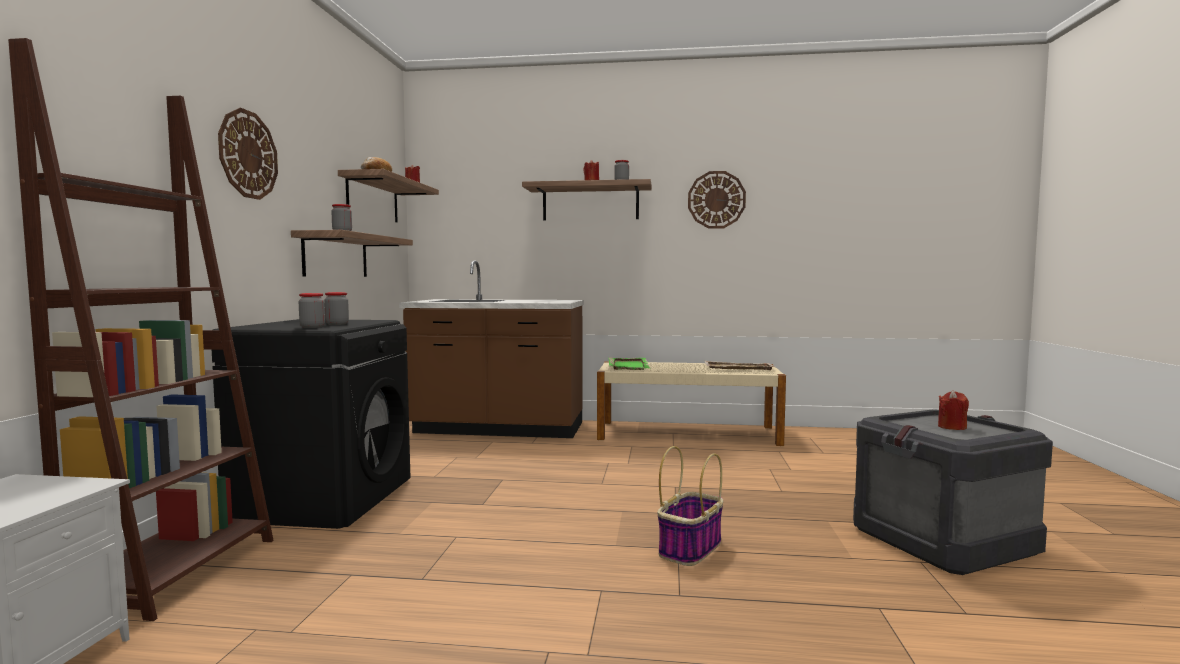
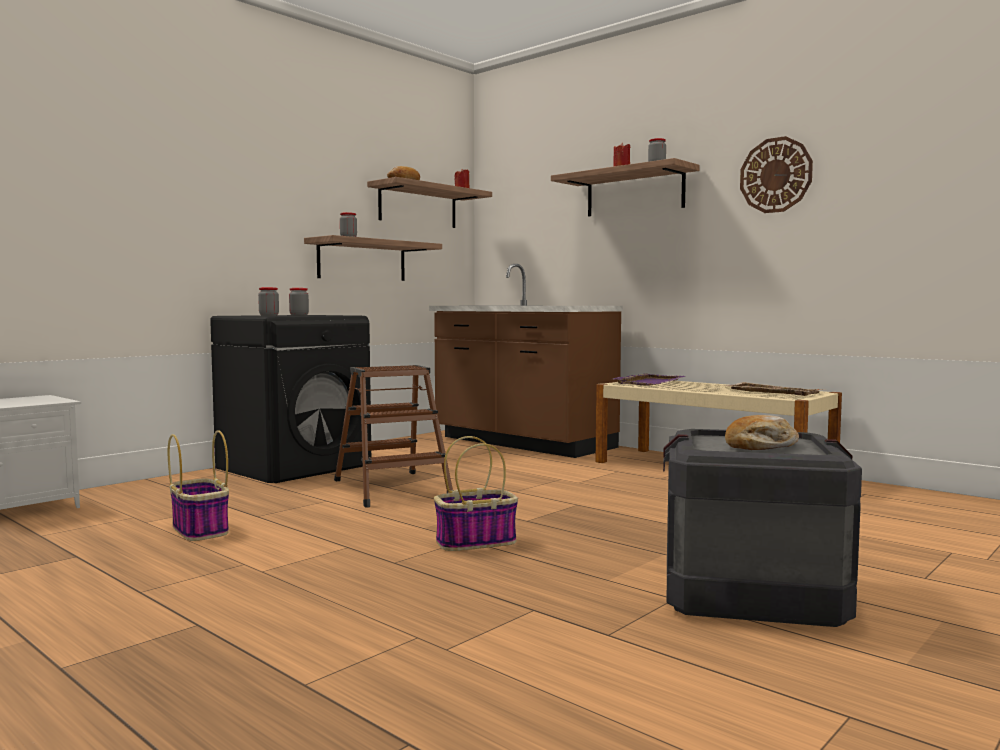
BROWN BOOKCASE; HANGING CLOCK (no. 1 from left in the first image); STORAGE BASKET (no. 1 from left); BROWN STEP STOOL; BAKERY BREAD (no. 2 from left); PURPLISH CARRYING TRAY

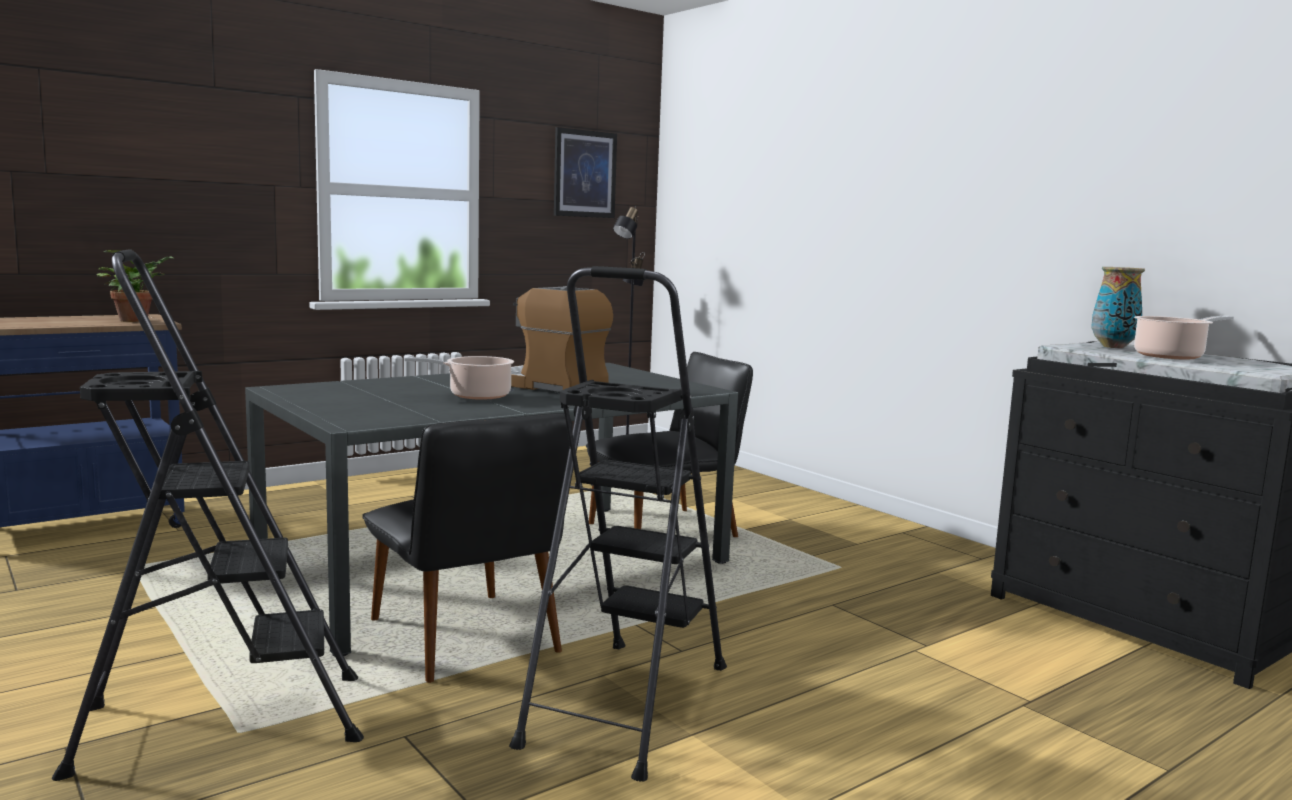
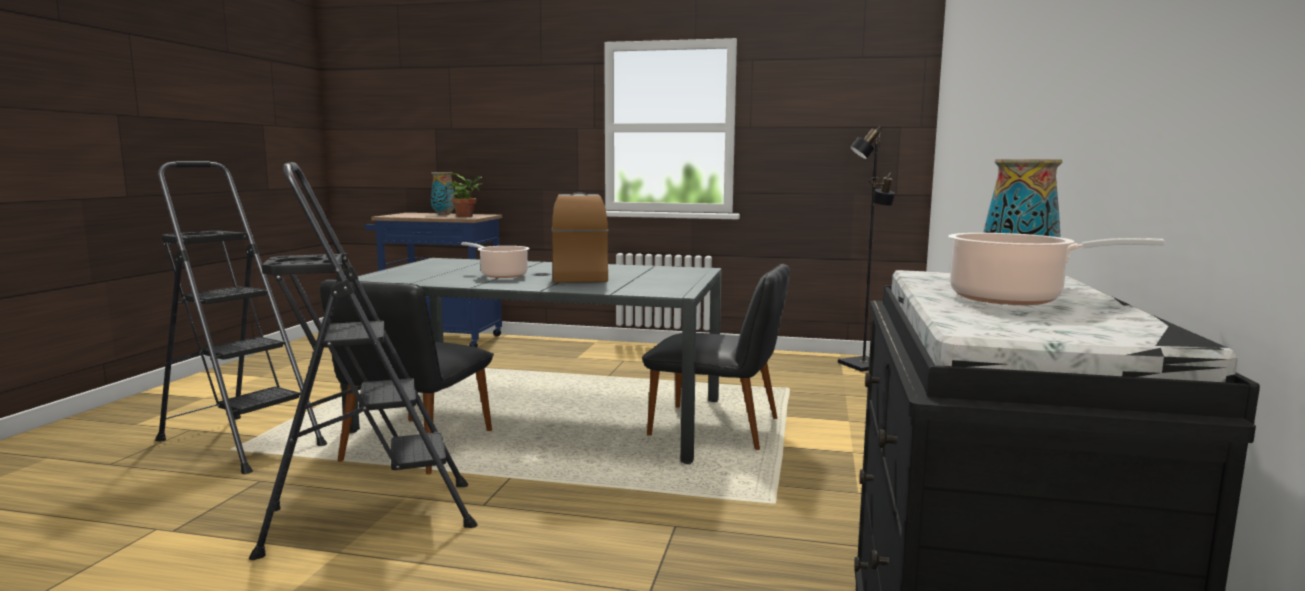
WALL ART; FLOWER VASE (no. 1 from left)

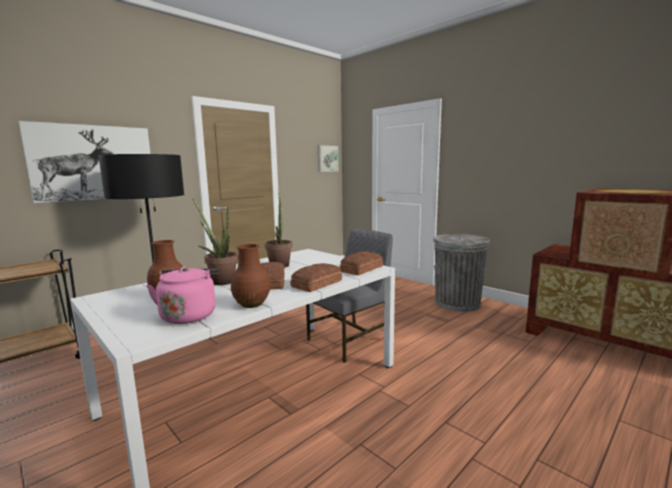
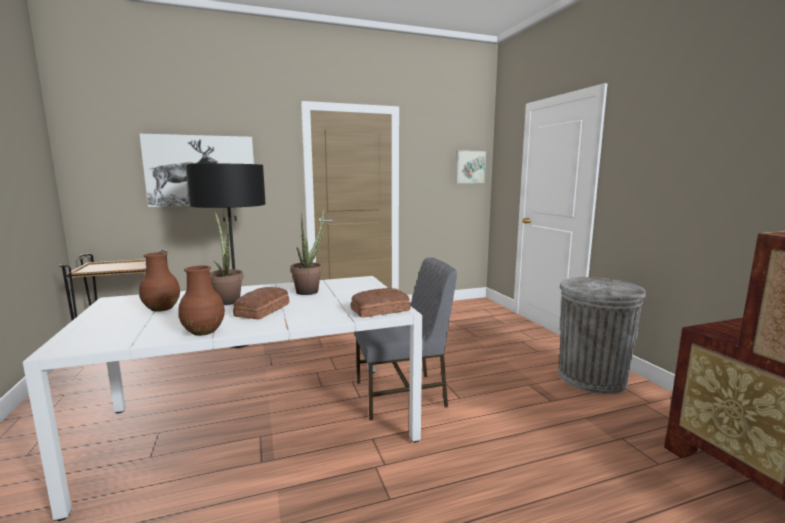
PINK-COLOURED WATER KETTLE; BAKERY BREAD (no. 2 from left in the first image)

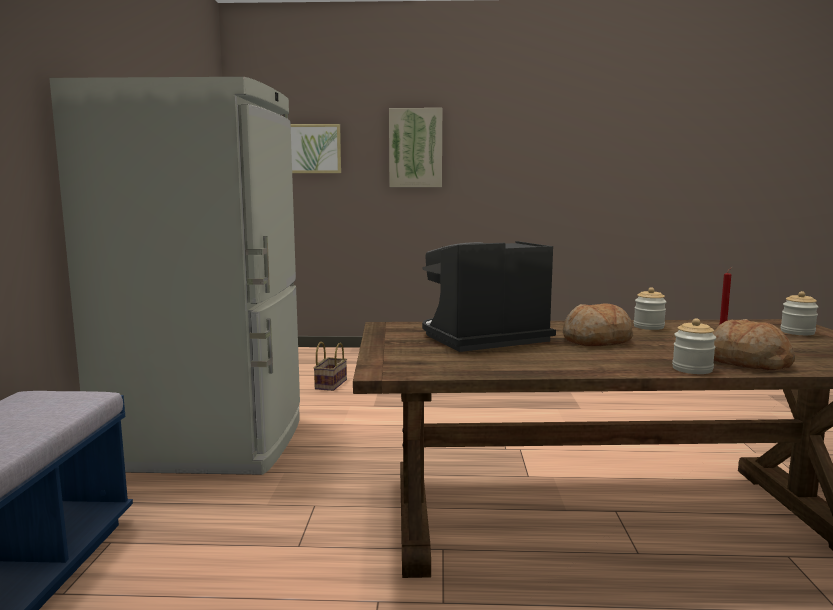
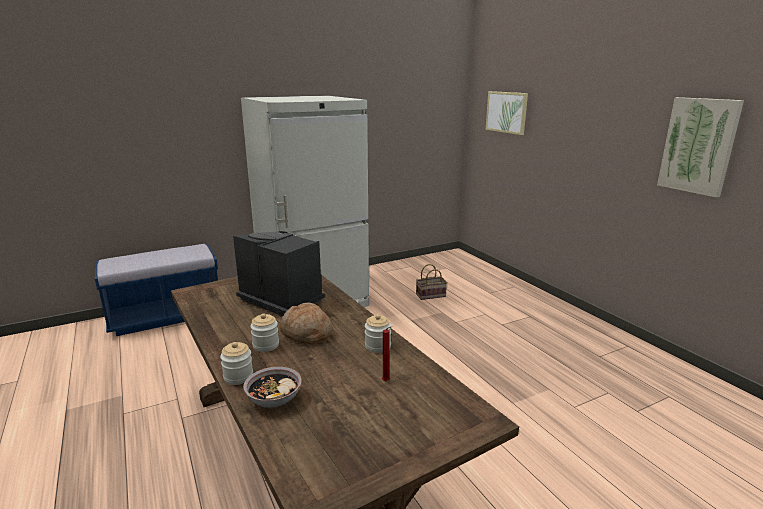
WALL ART (no. 2 from left); STORAGE JAR (no. 2 from left); DEEP DISH

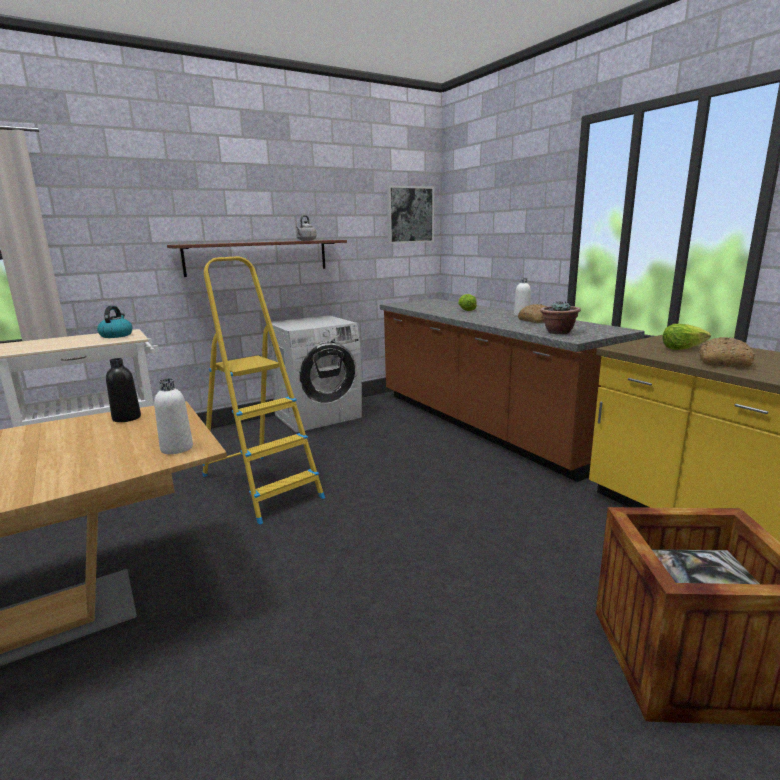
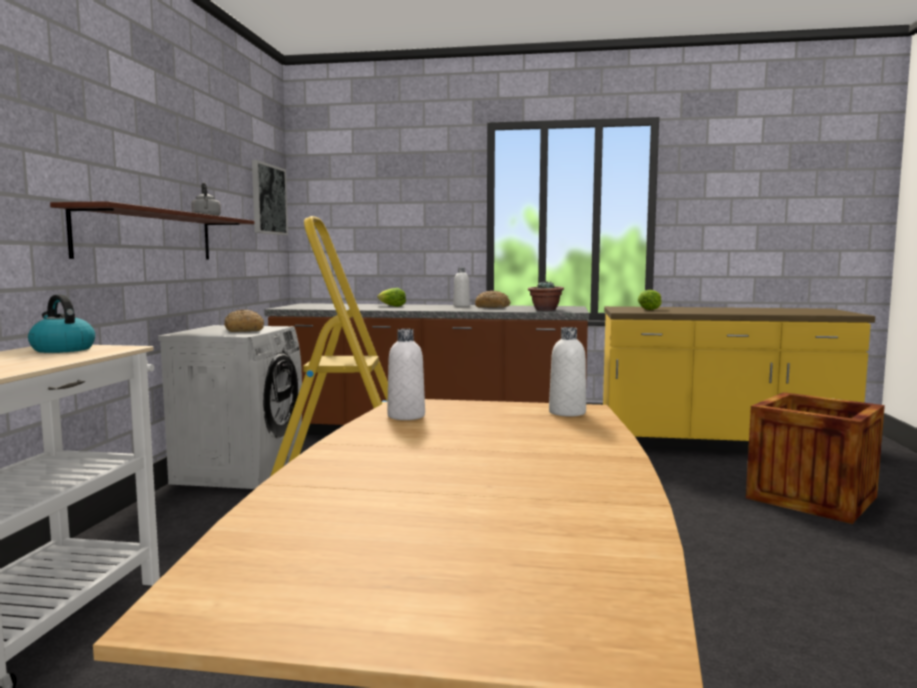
BAKERY BREAD (no. 1 from left); WHITISH BEVERAGE BOTTLE (no. 1 from left)

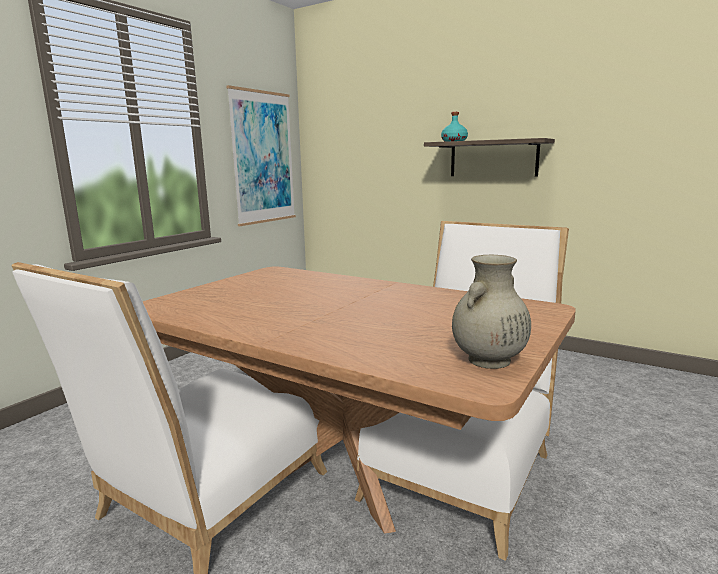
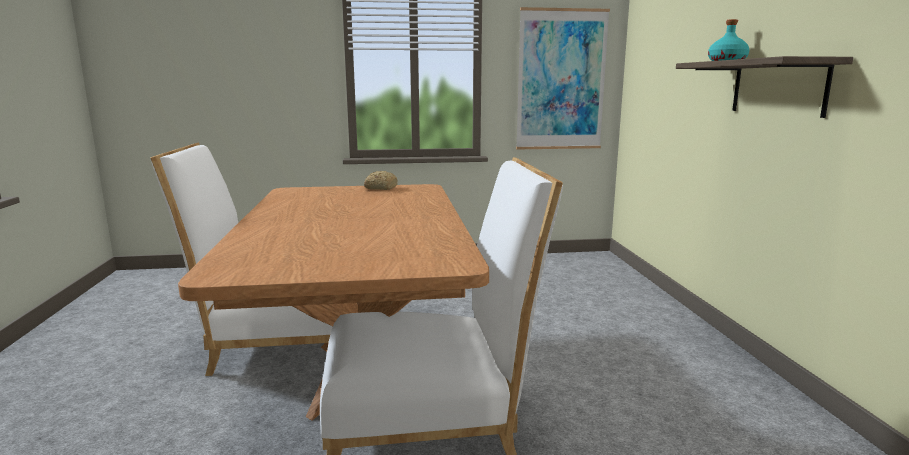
BEIGE FLOWER VASE; BAKERY BREAD

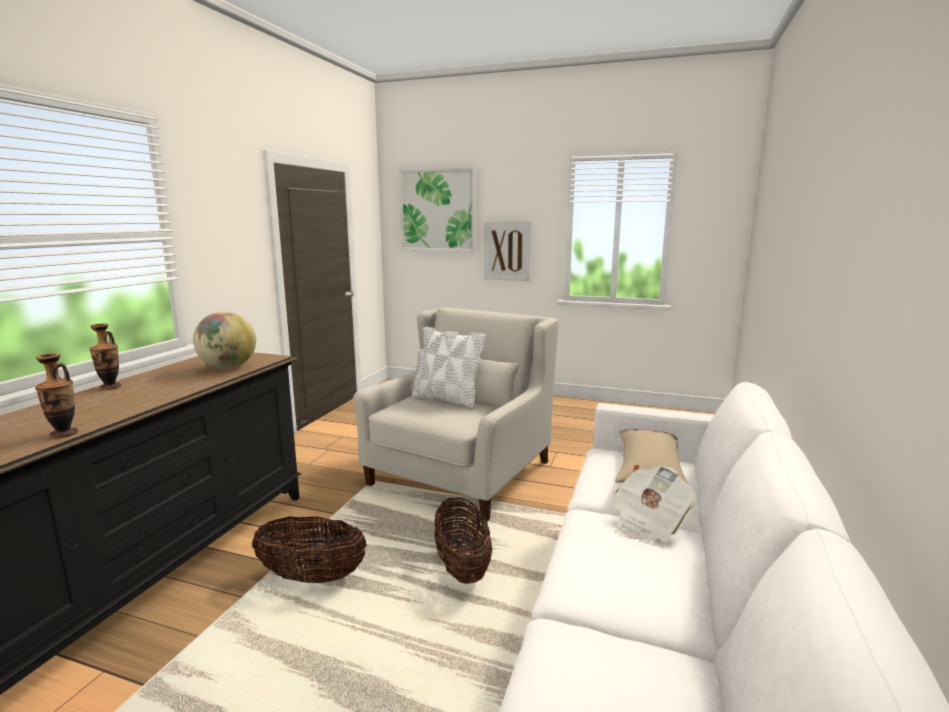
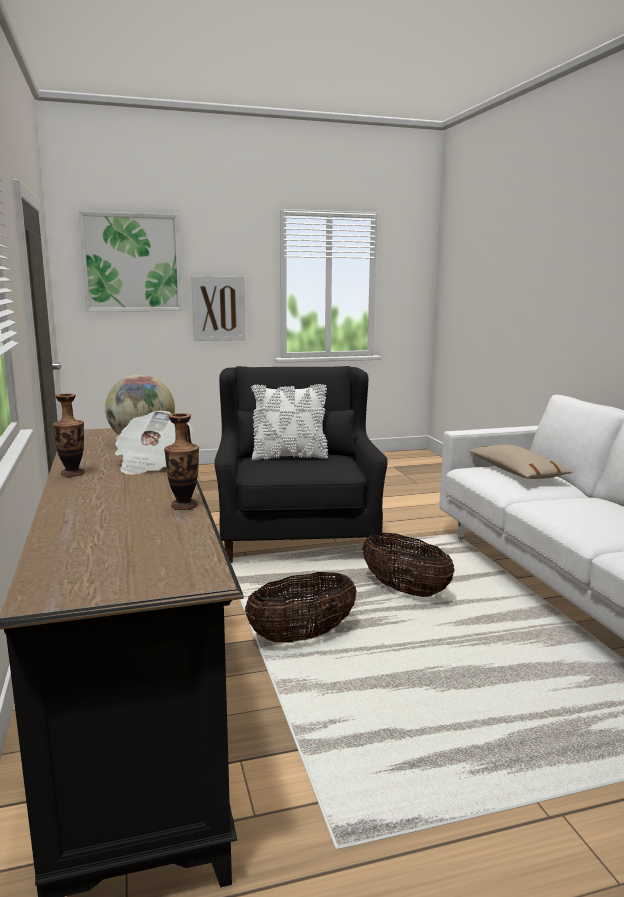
PRINTED PAPER; BLACK ARMCHAIR

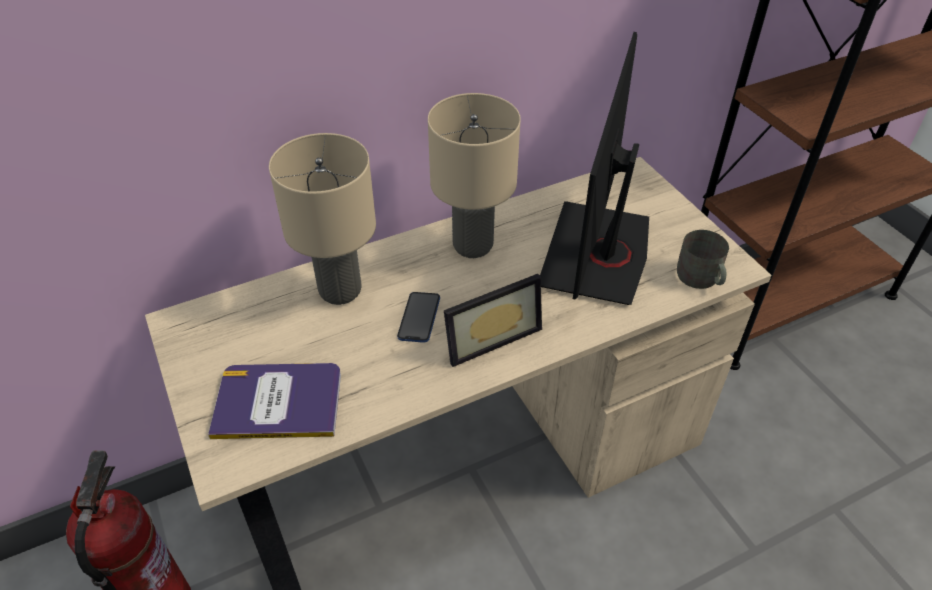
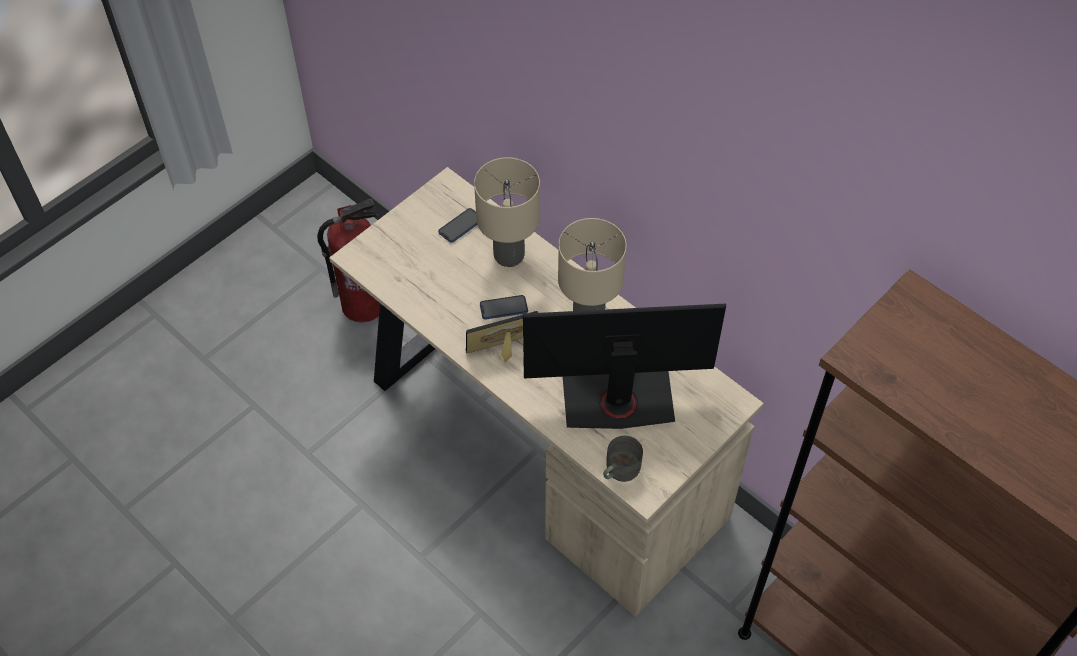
BOUND BOOK; HANDSET (no. 1 from left); PHOTO FRAME

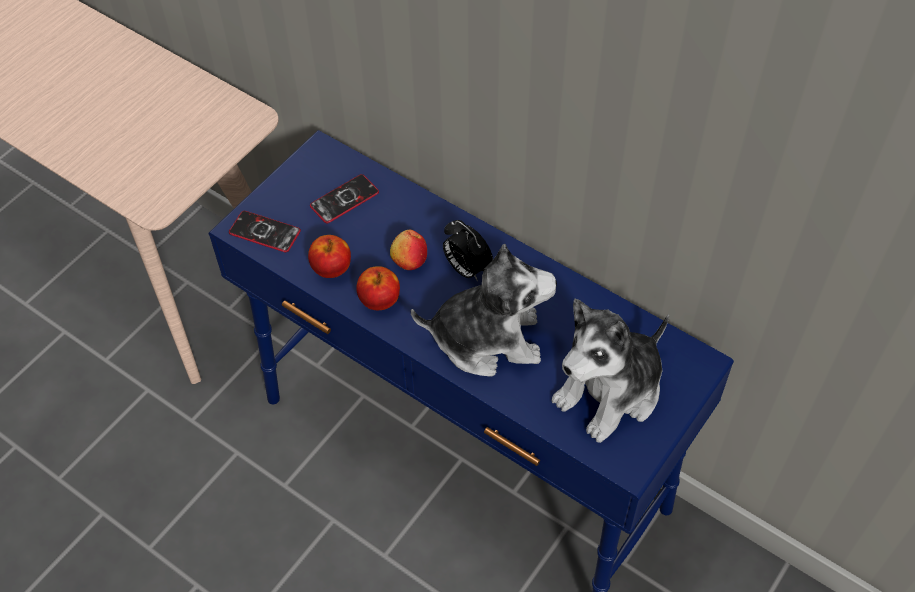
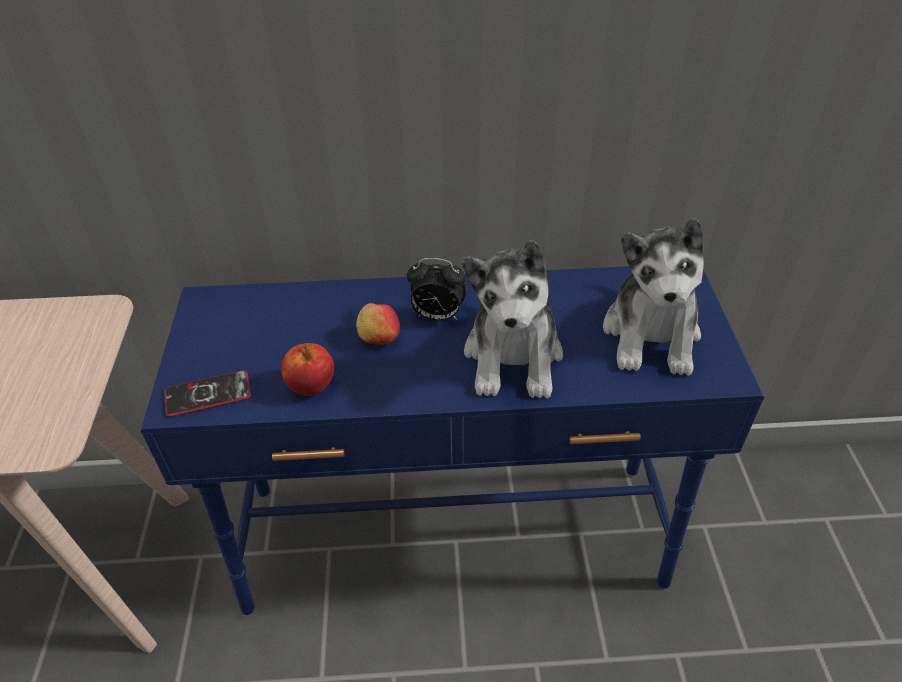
HANDSET (no. 2 from left in the first image); APPLE FRUIT (no. 2 from left in the first image); PLUSH TOY (no. 1 from left)

